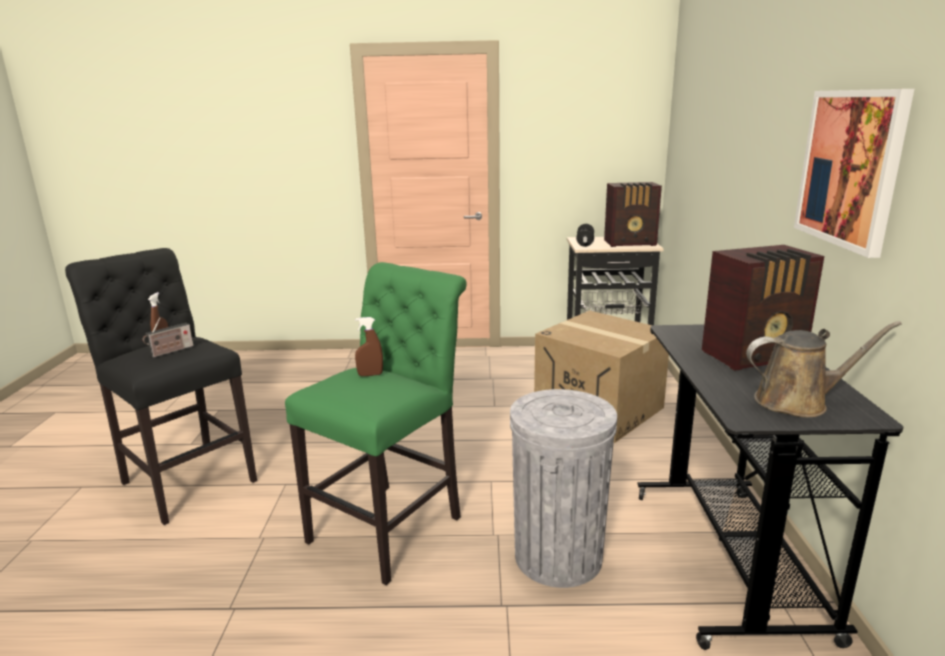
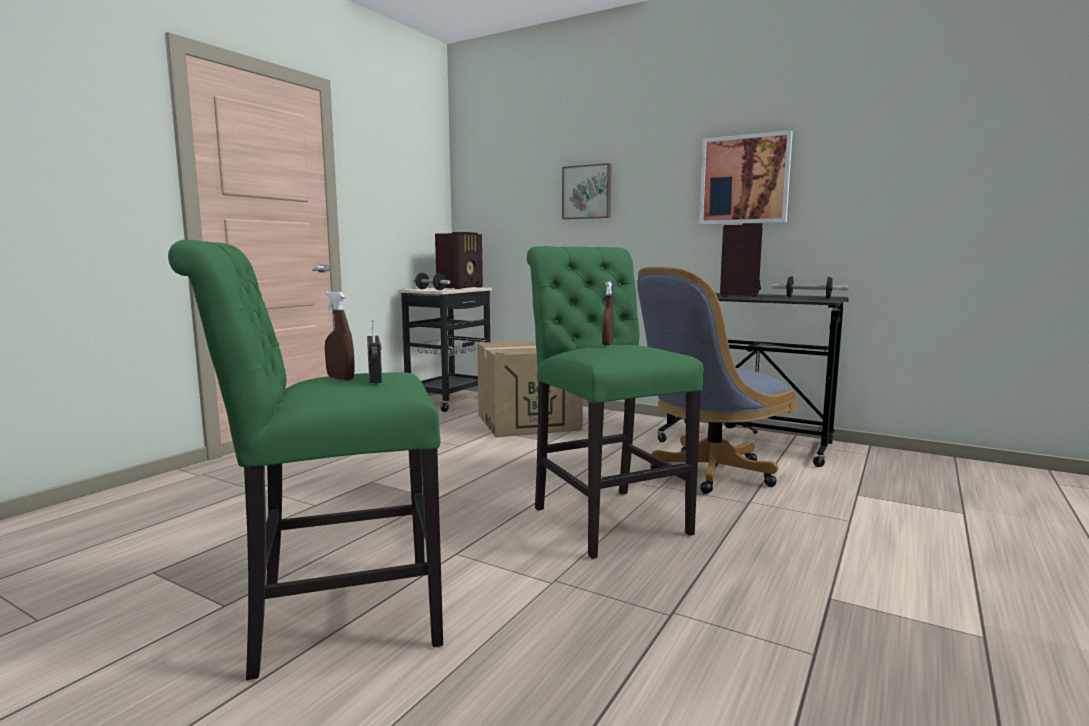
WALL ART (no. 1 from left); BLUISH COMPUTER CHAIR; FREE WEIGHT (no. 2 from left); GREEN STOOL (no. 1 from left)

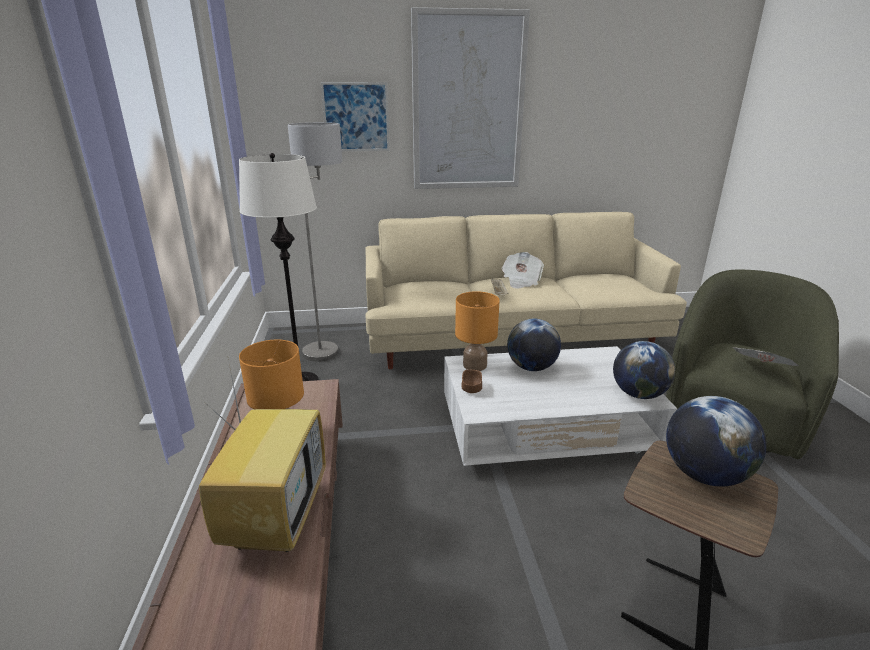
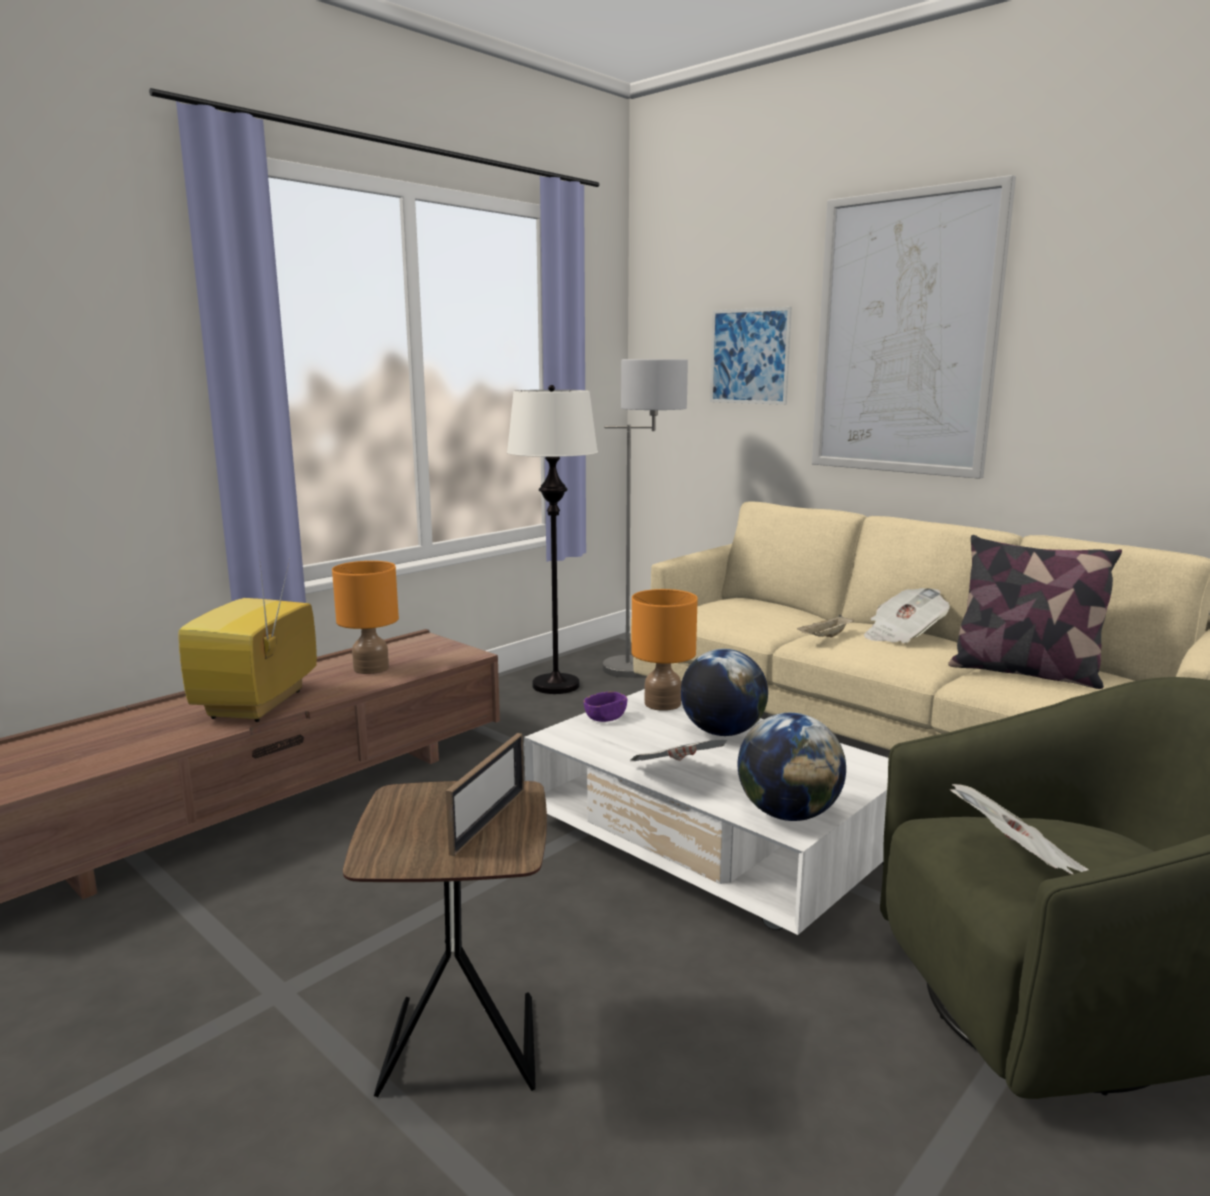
PRINTED PAPER (no. 1 from left); THROW PILLOW; PHOTO FRAME; PURPLISH DEEP DISH; TV SET

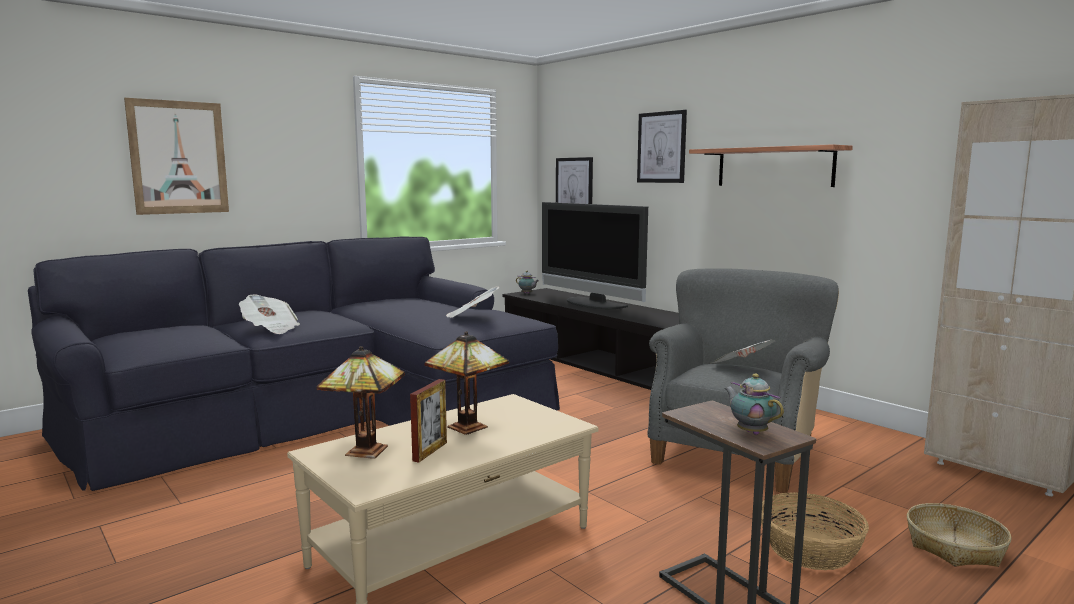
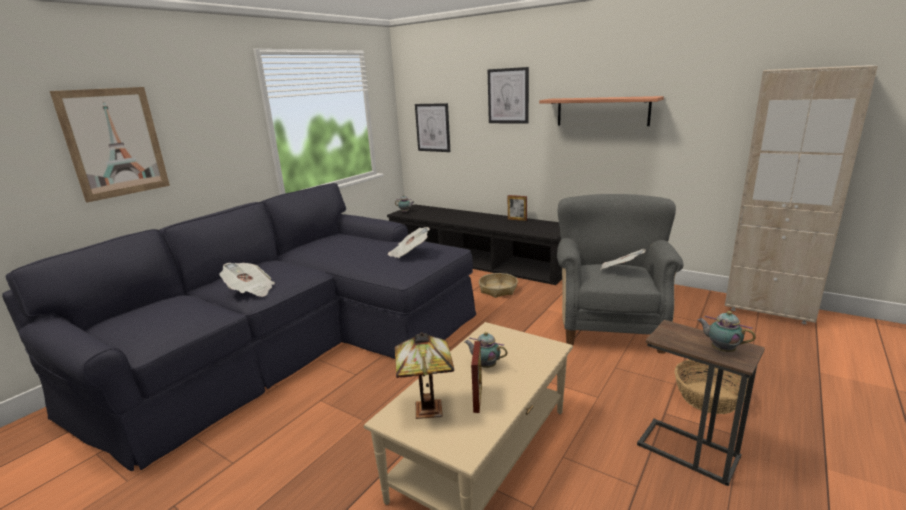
TV SET; PHOTO FRAME (no. 2 from left); STORAGE BASKET (no. 1 from left); TEA POT (no. 2 from left)

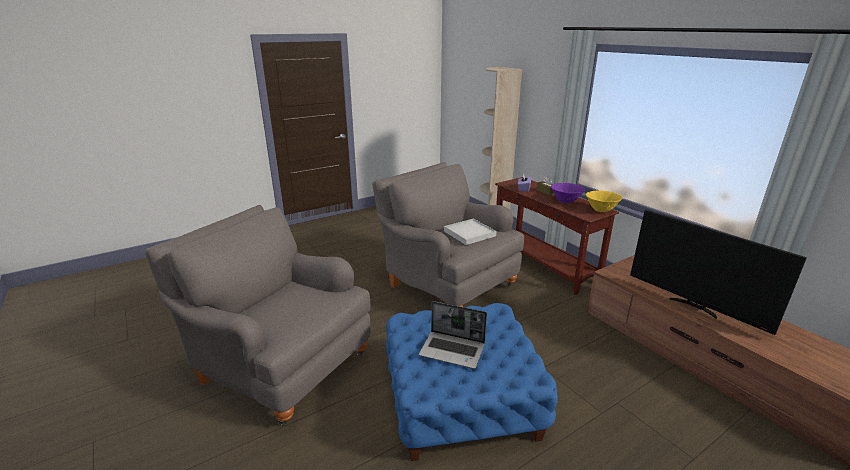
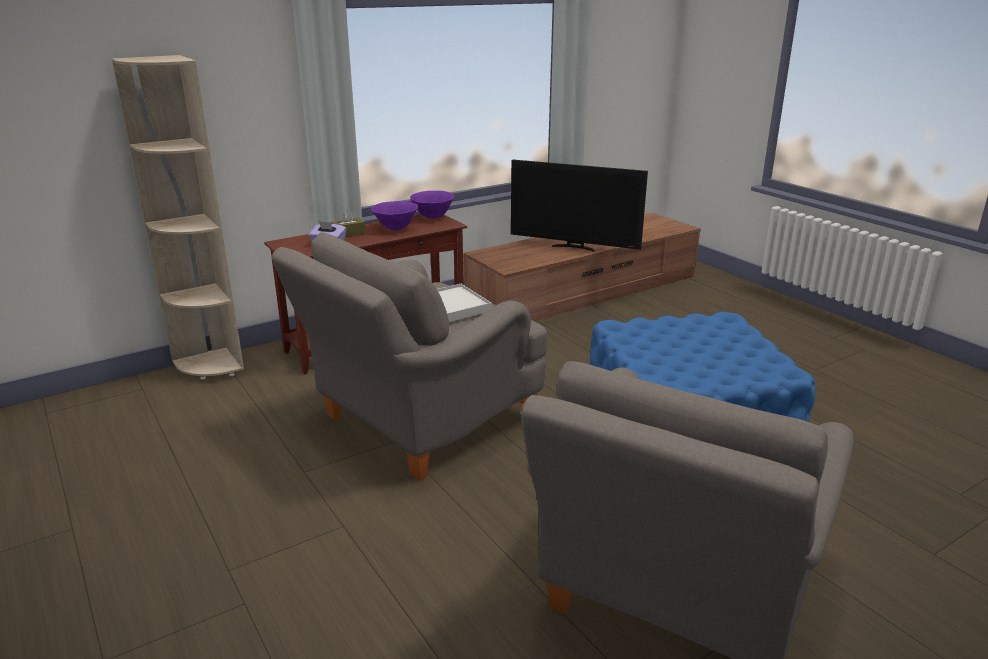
LAPTOP; PURPLISH DEEP DISH (no. 2 from left); TV SET

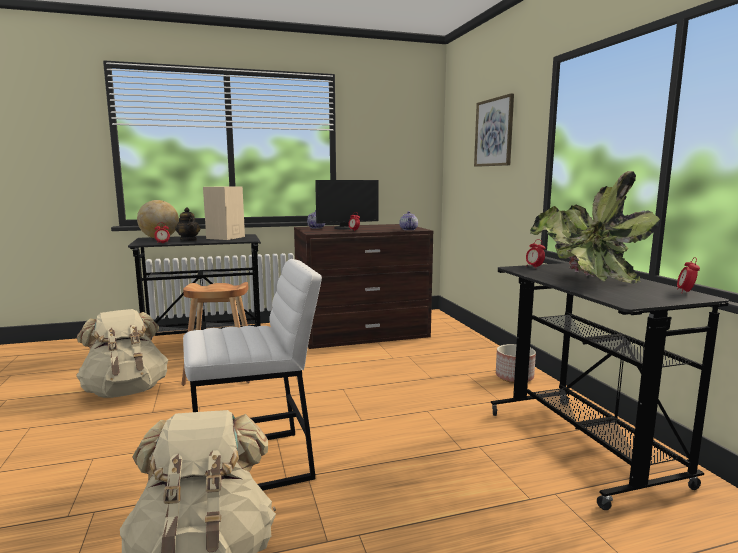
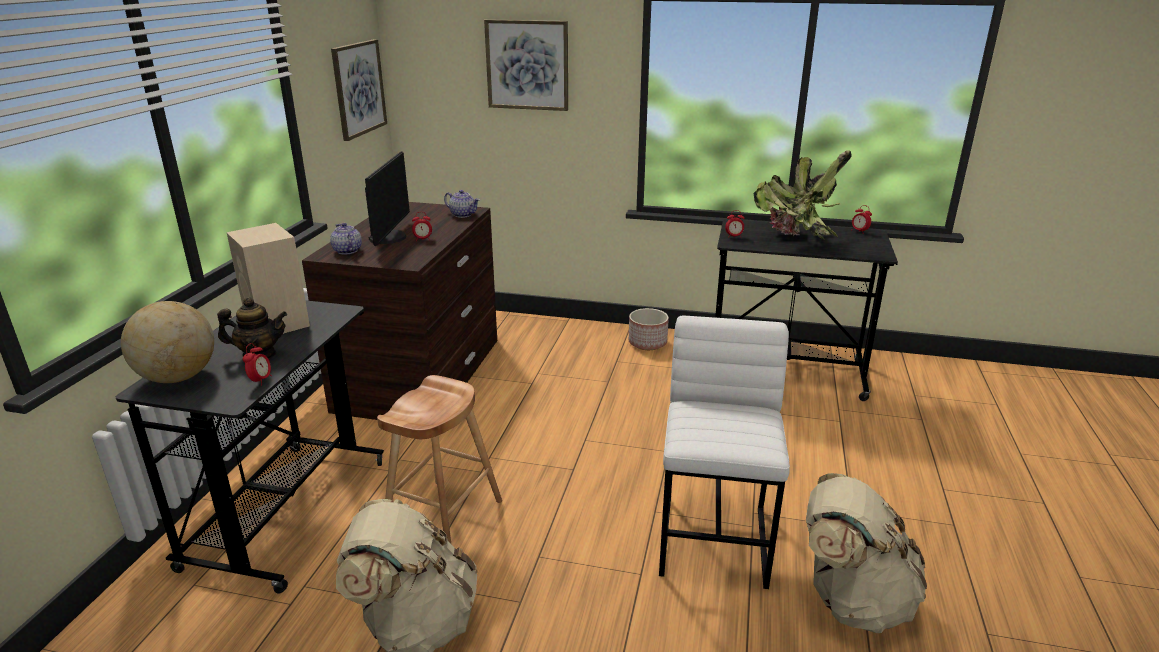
WALL ART (no. 1 from left)

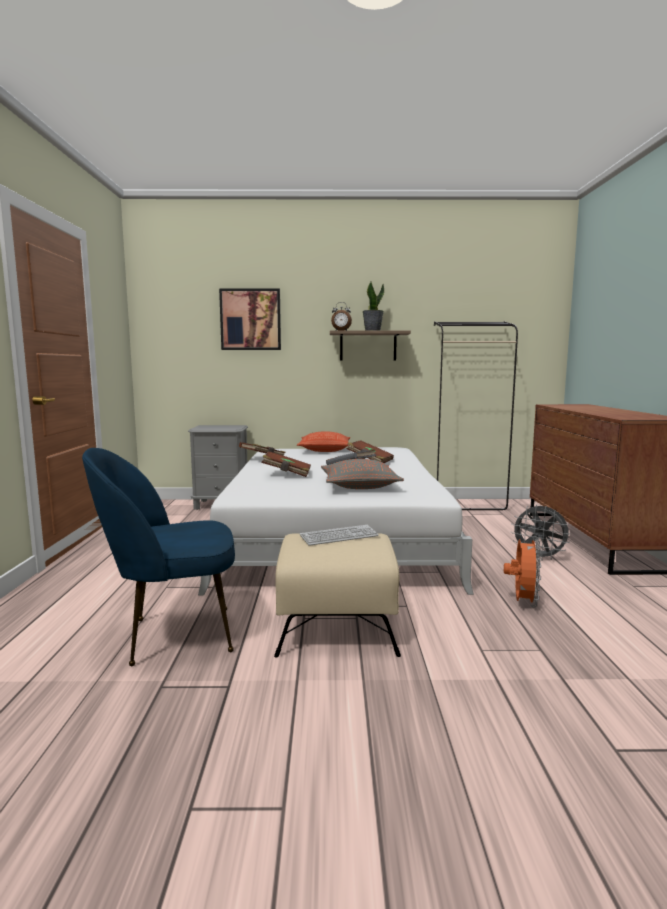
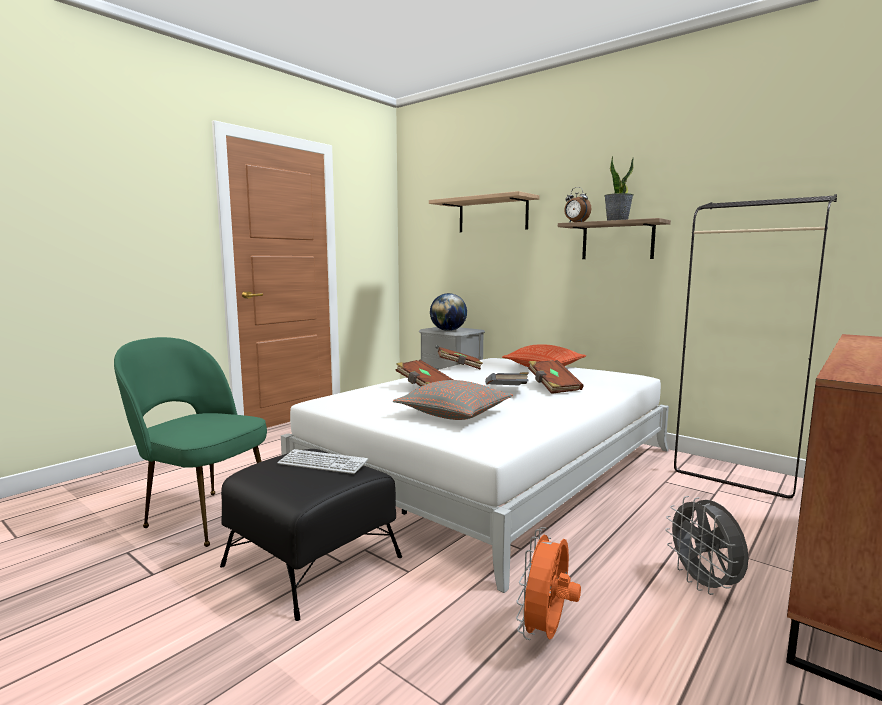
WORLD GLOBE; WALL SHELF (no. 1 from left); GREEN PLAIN CHAIR; BLACK OTTOMAN; ORANGE ELECTRIC FAN

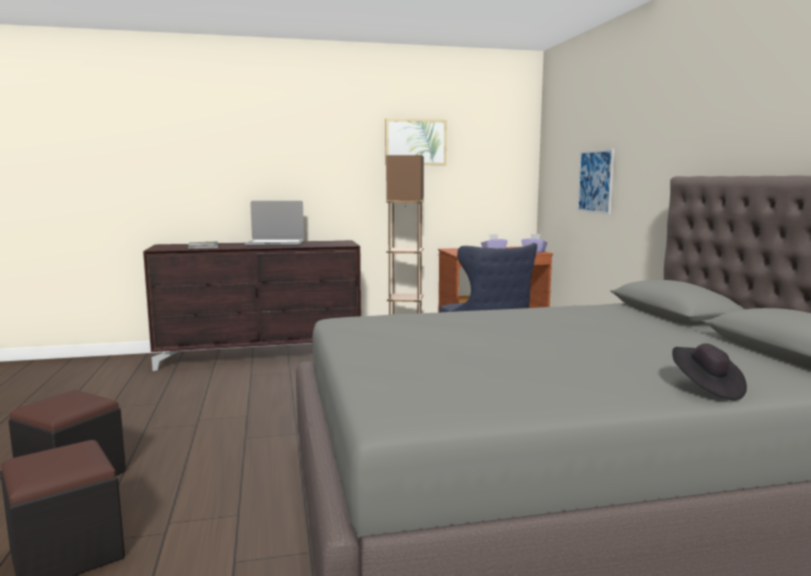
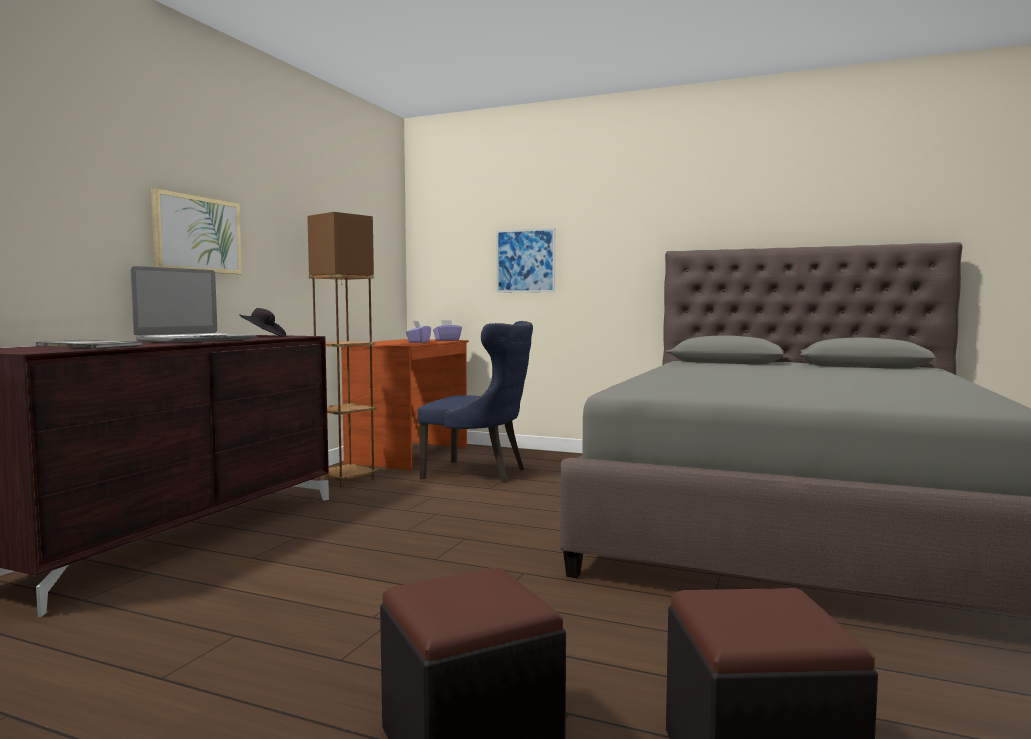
WALL ART (no. 1 from left); BLACK CLOTHING HAT

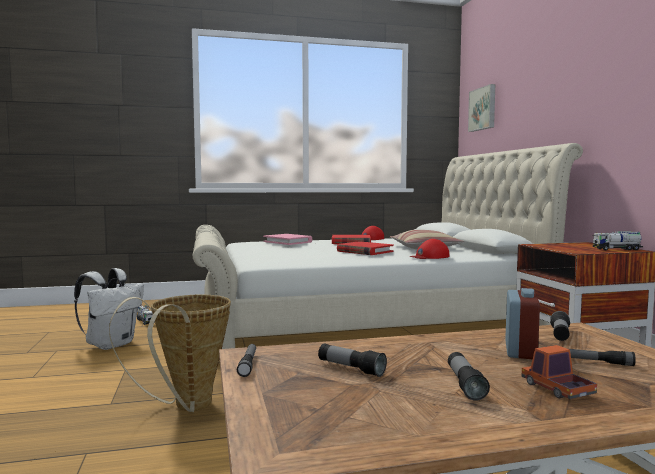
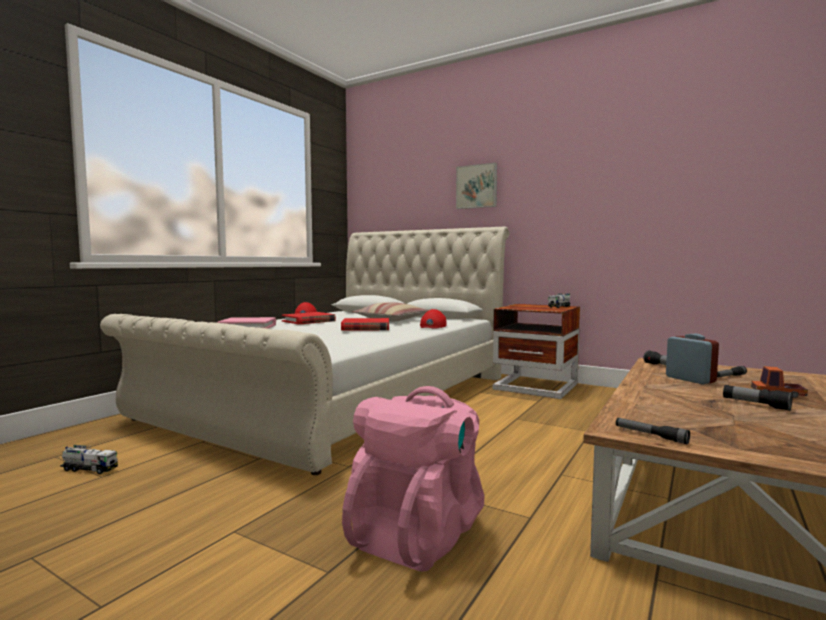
WHITISH KNAPSACK; HAND TORCH (no. 2 from left in the first image); WALL ART; PINK-COLOURED KNAPSACK

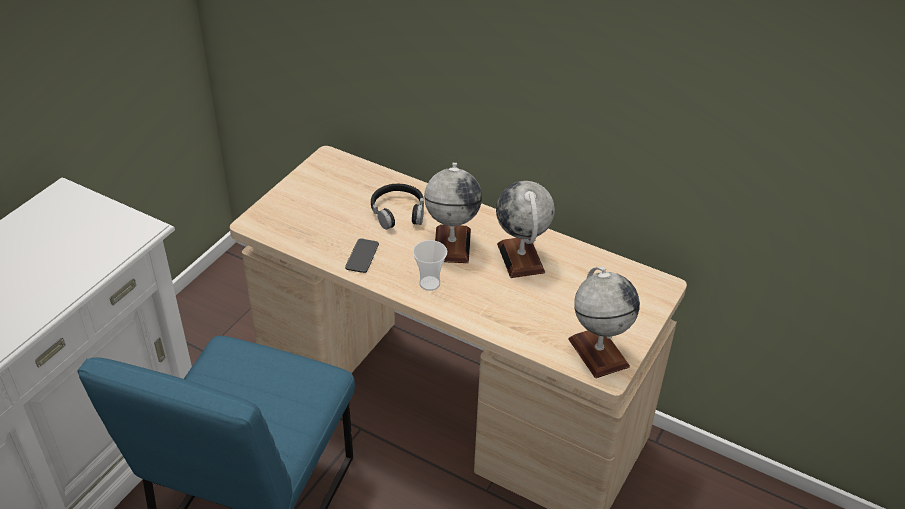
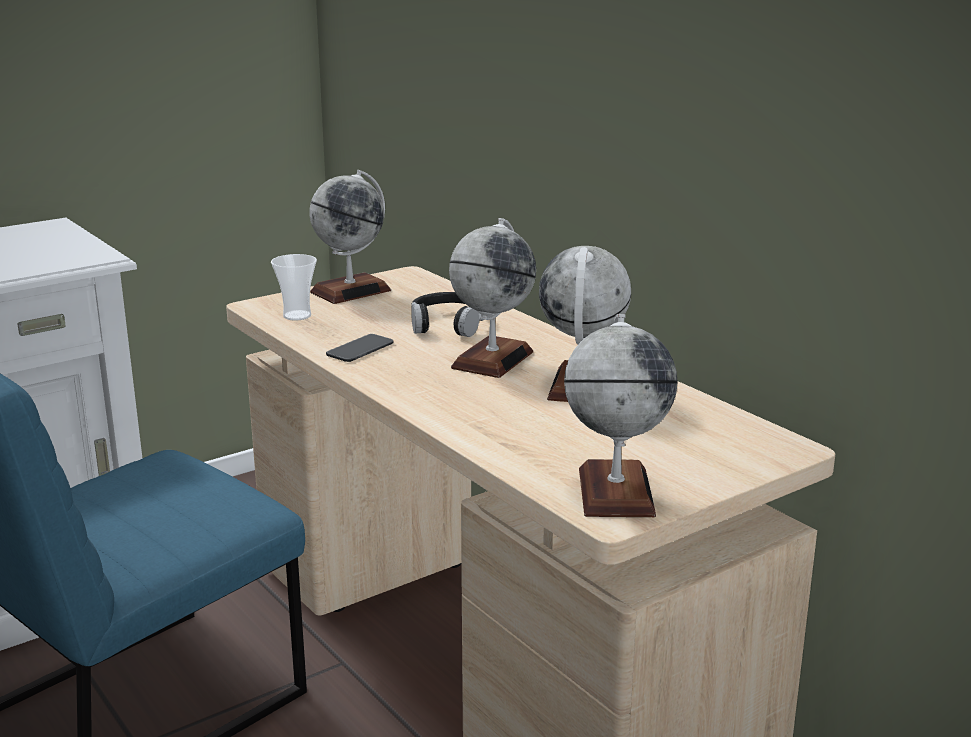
WORLD GLOBE (no. 1 from left); DRINKING CUP

